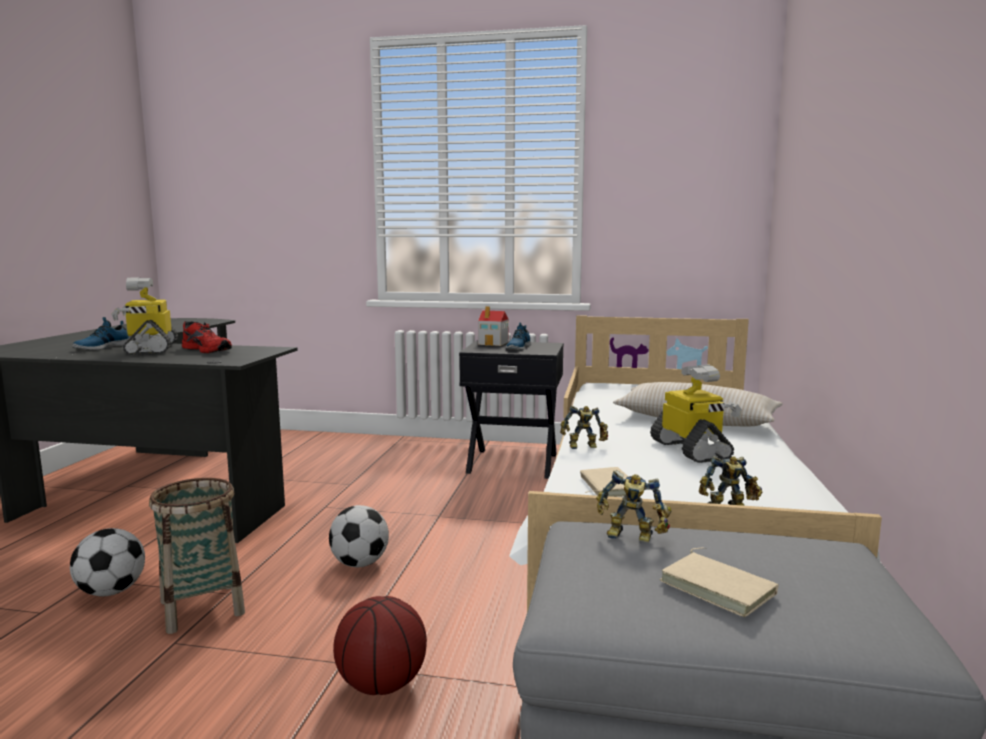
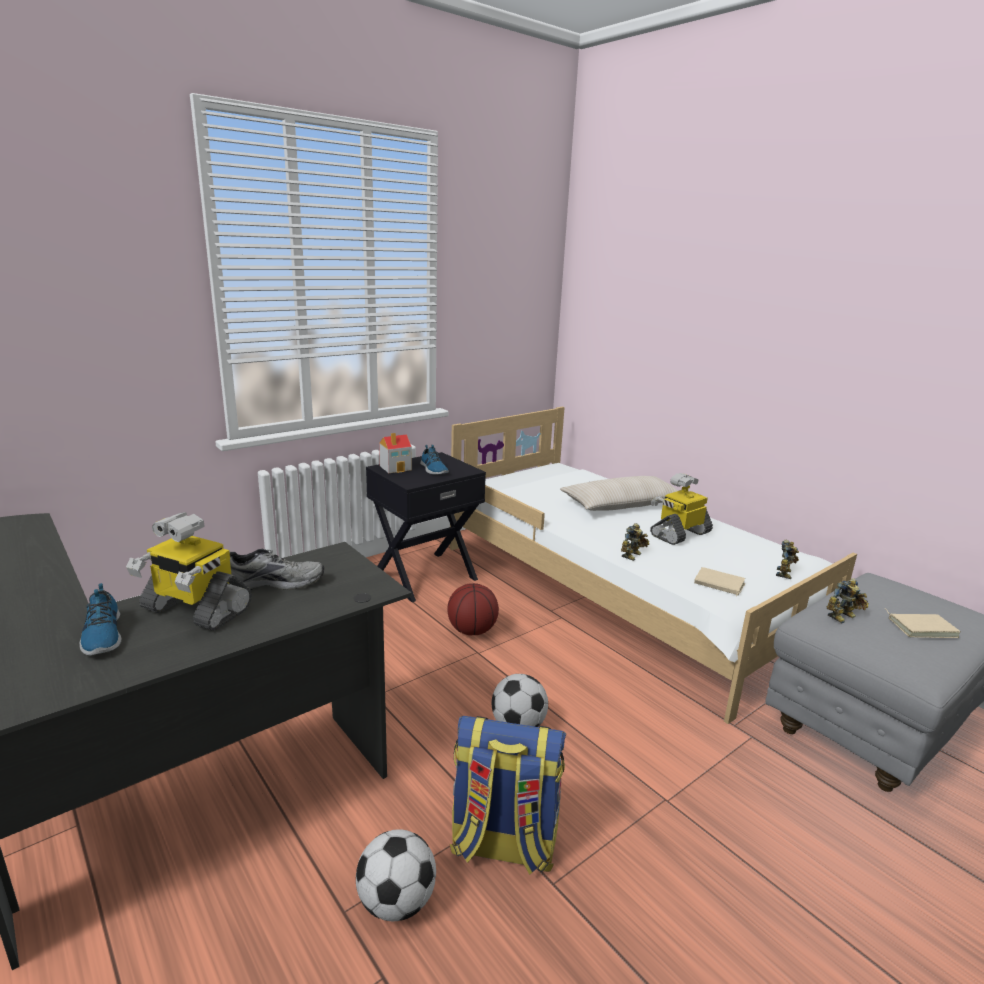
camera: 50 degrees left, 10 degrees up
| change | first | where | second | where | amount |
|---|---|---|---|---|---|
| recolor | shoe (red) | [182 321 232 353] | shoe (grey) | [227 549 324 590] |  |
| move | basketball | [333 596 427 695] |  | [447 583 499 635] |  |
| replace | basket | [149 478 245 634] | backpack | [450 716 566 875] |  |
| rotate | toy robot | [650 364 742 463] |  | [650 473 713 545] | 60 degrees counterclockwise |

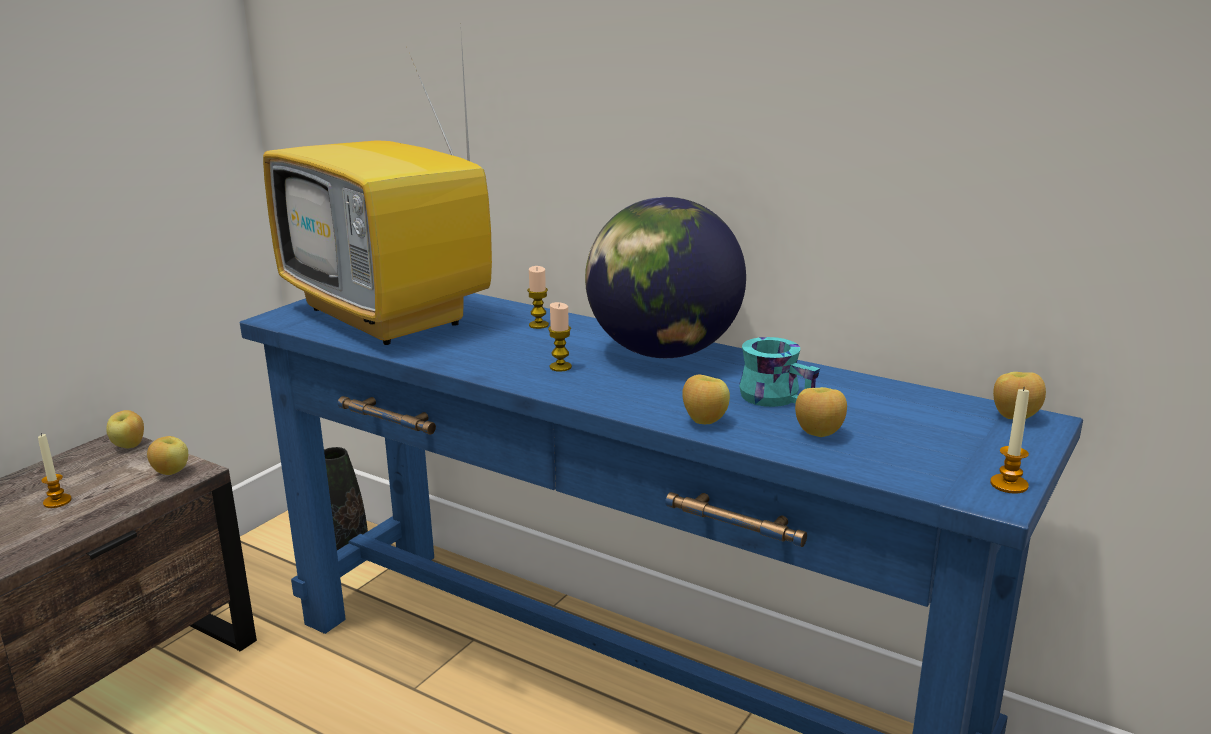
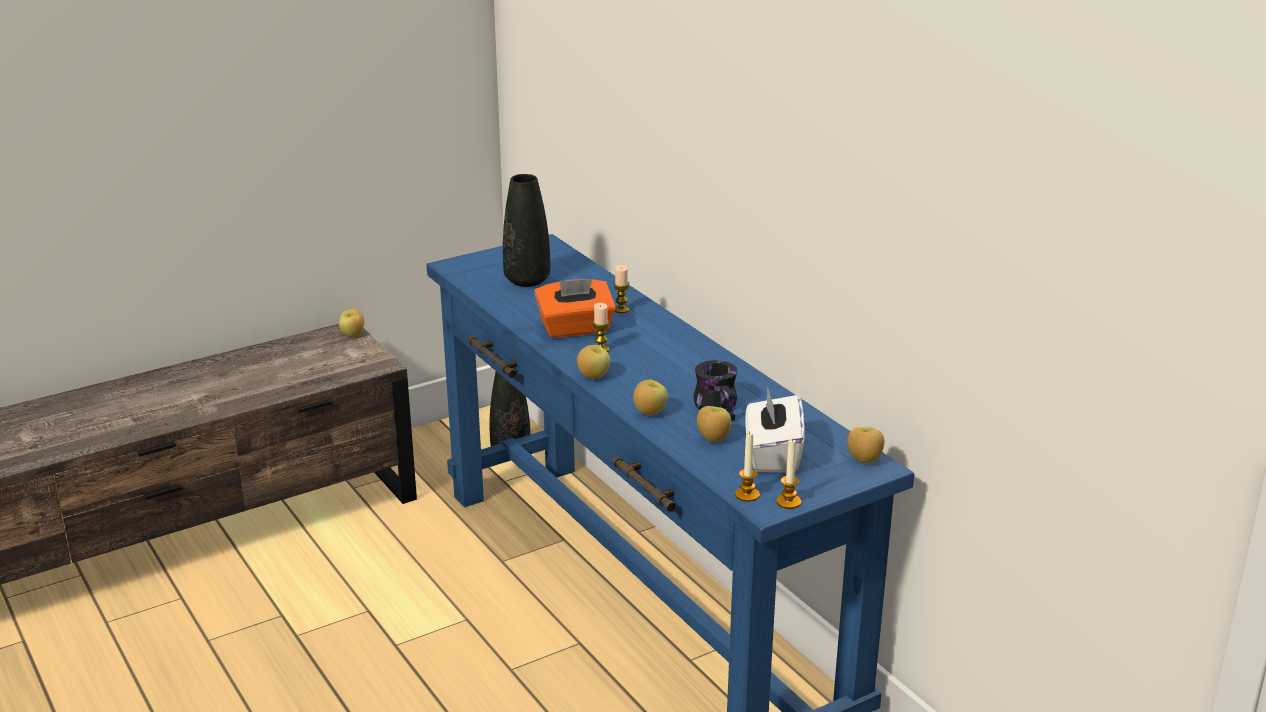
camera: 25 degrees right, 5 degrees up
| change | first | where | second | where | amount |
|---|---|---|---|---|---|
| replace | television | [263 21 492 345] | vase (black) | [503 174 550 287] |  |
| insert |  |  | tissue box (orange) | [534 279 616 338] |  |
| move | apple | [147 436 188 475] |  | [577 345 610 379] |  |
| recolor | mug (turquoise) | [739 337 820 407] | mug (black) | [694 360 738 421] |  |
| move | candle | [38 433 72 508] |  | [735 432 760 502] |  |
| insert |  |  | tissue box (white) | [746 387 805 473] |  |
| delete | globe | [585 197 746 358] |  |  |  |

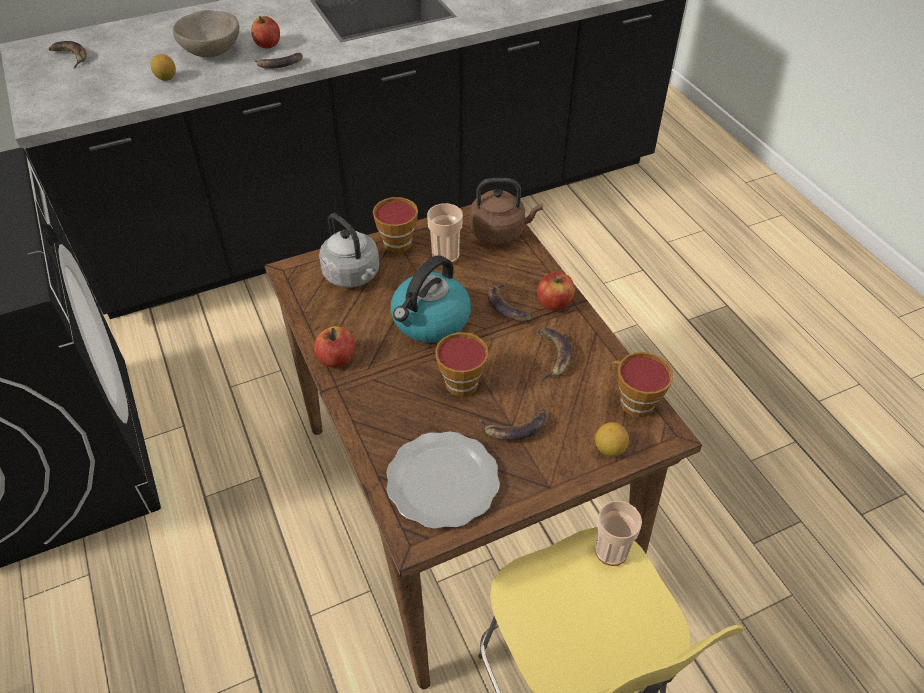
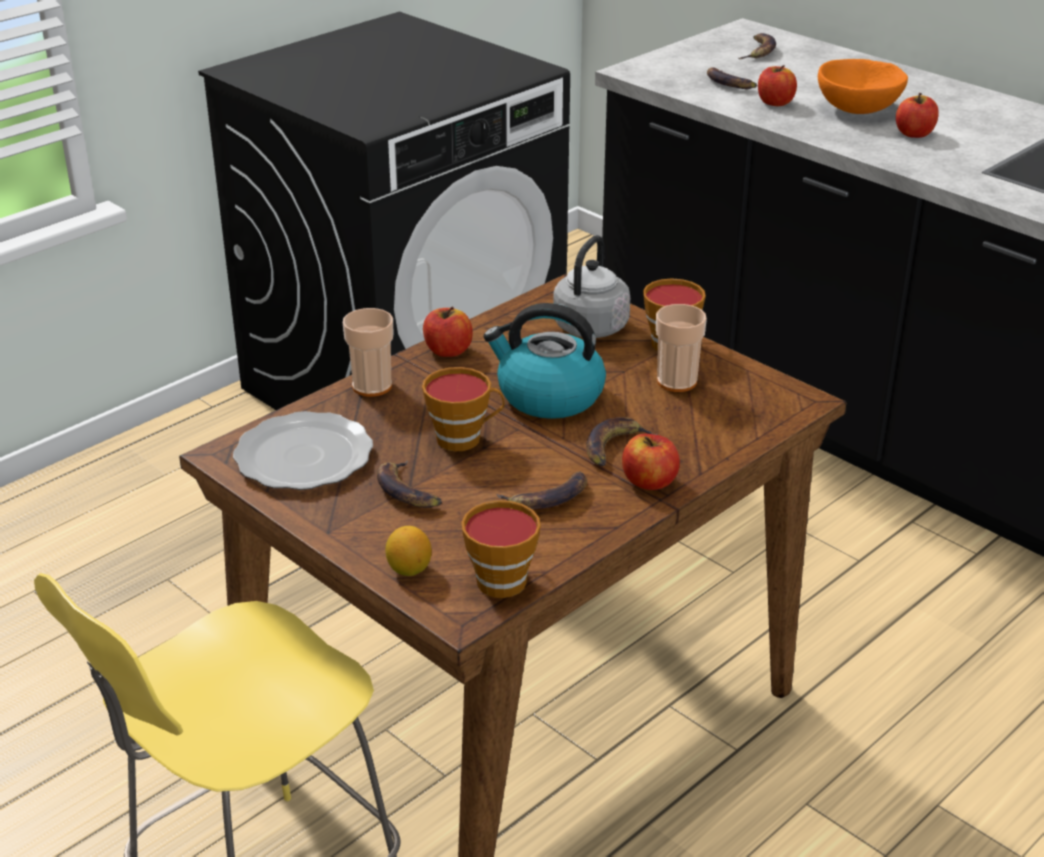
camera: 70 degrees right, 15 degrees down
| change | first | where | second | where | amount |
|---|---|---|---|---|---|
| move | cup | [595 501 642 566] |  | [343 308 393 397] |  |
| move | banana | [255 53 303 69] |  | [707 67 757 89] |  |
| replace | lemon | [151 54 176 81] | apple | [758 65 797 106] |  |
| recolor | bowl (beige) | [173 10 239 57] | bowl (orange) | [818 59 908 114] |  |
| delete | kettle (brown) | [469 178 543 245] |  |  |  |

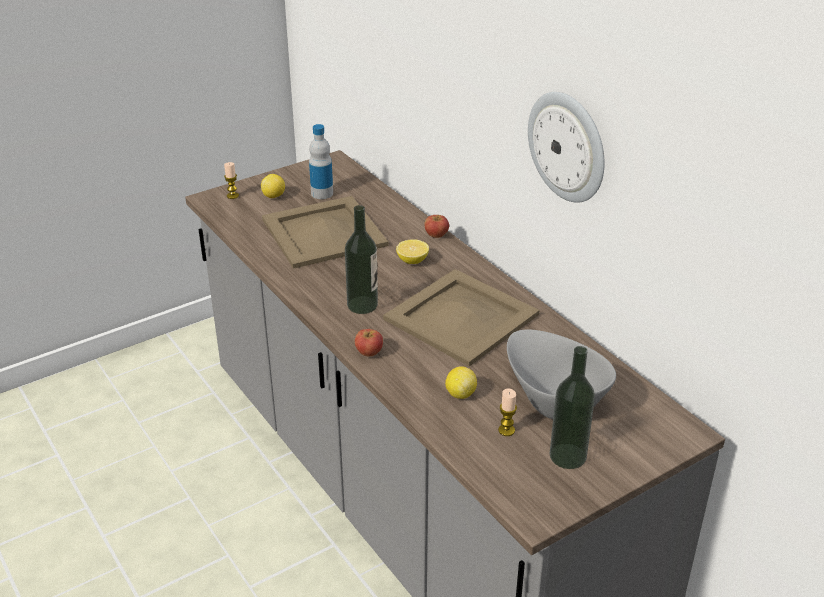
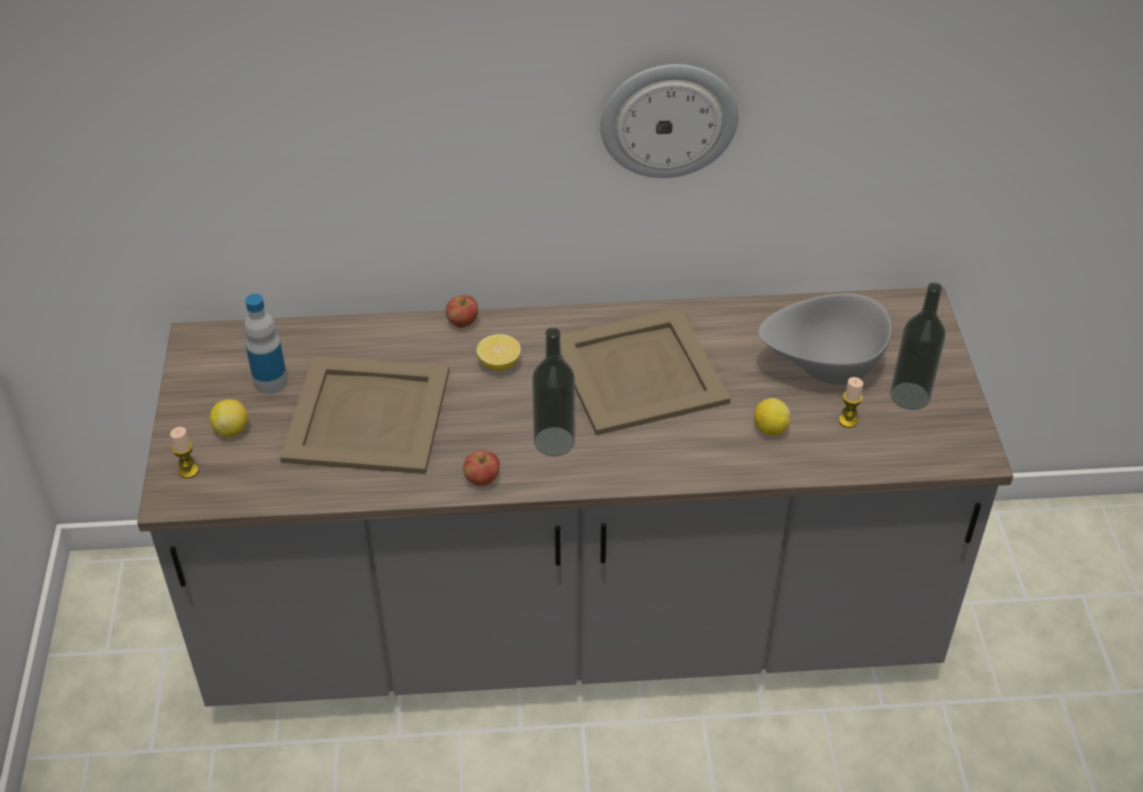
camera: 60 degrees left, 10 degrees up
| change | first | where | second | where | amount |
|---|---|---|---|---|---|
| move | apple | [355 329 383 356] |  | [463 450 500 486] |  |

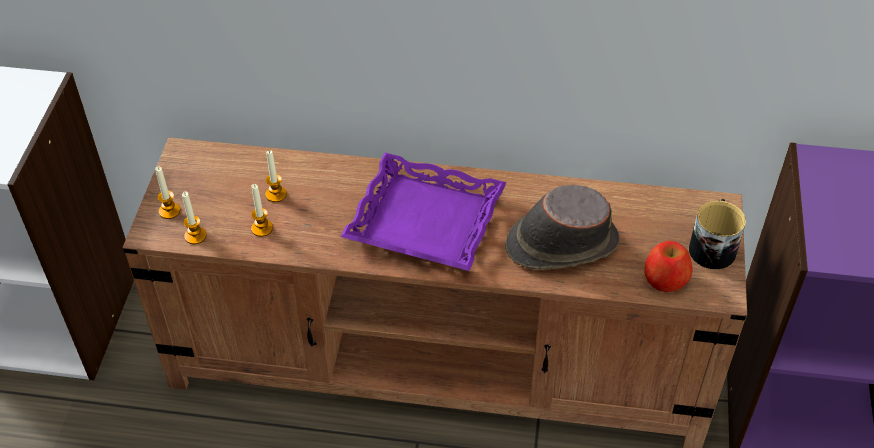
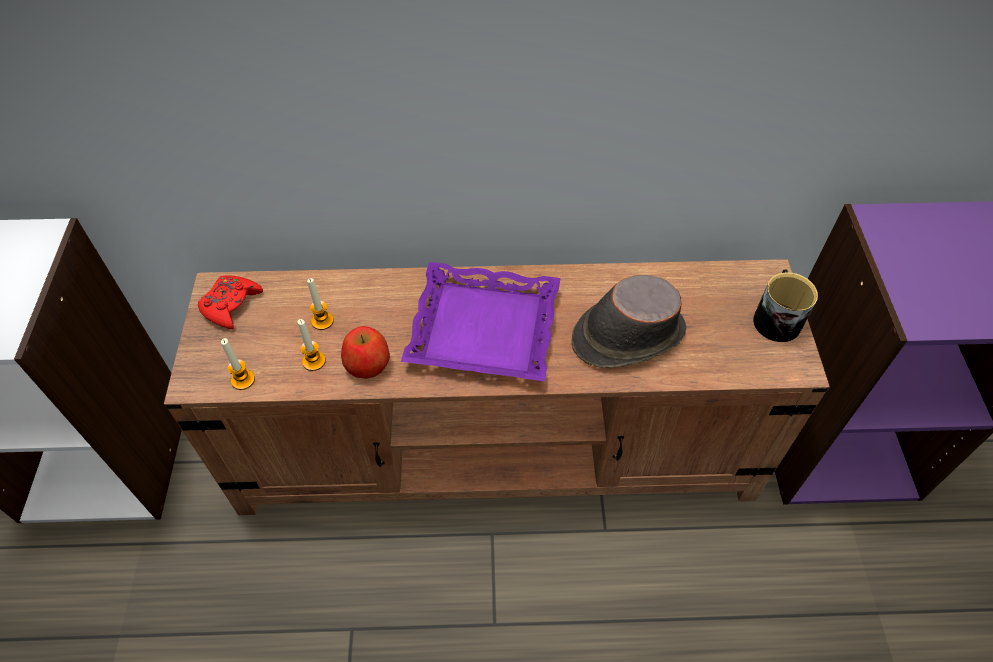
camera: 10 degrees left, 5 degrees up
| change | first | where | second | where | amount |
|---|---|---|---|---|---|
| insert |  |  | game controller (red) | [198 275 263 329] |  |
| move | apple | [644 241 692 292] |  | [341 326 390 379] |  |
| delete | candle | [155 166 181 219] |  |  |  |

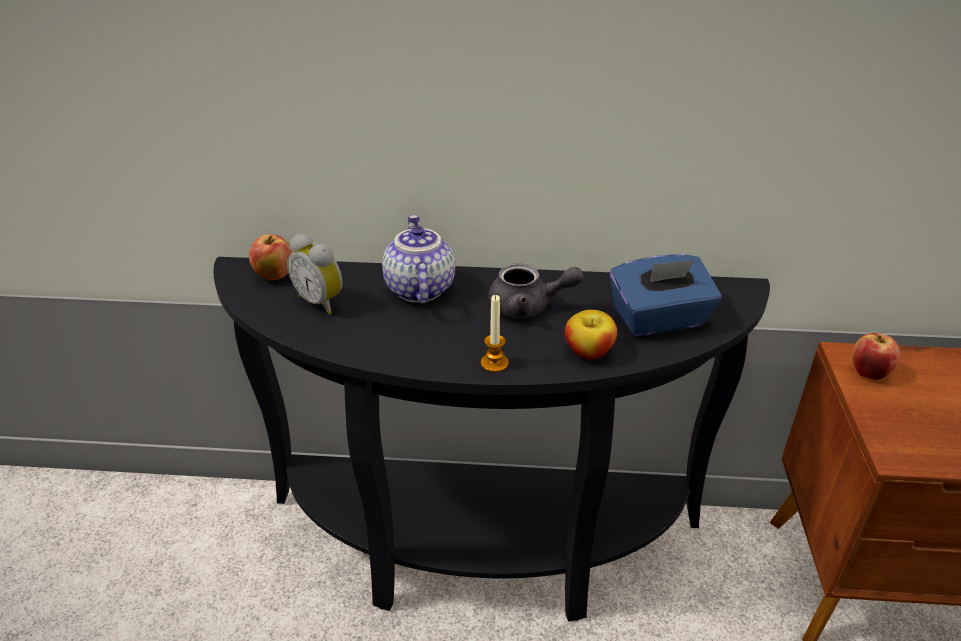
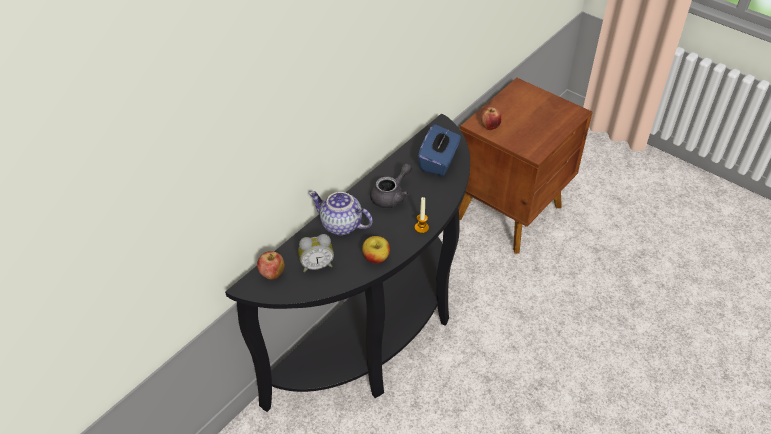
camera: 55 degrees left, 10 degrees up
| change | first | where | second | where | amount |
|---|---|---|---|---|---|
| move | apple | [565 310 617 360] |  | [362 236 390 264] |  |

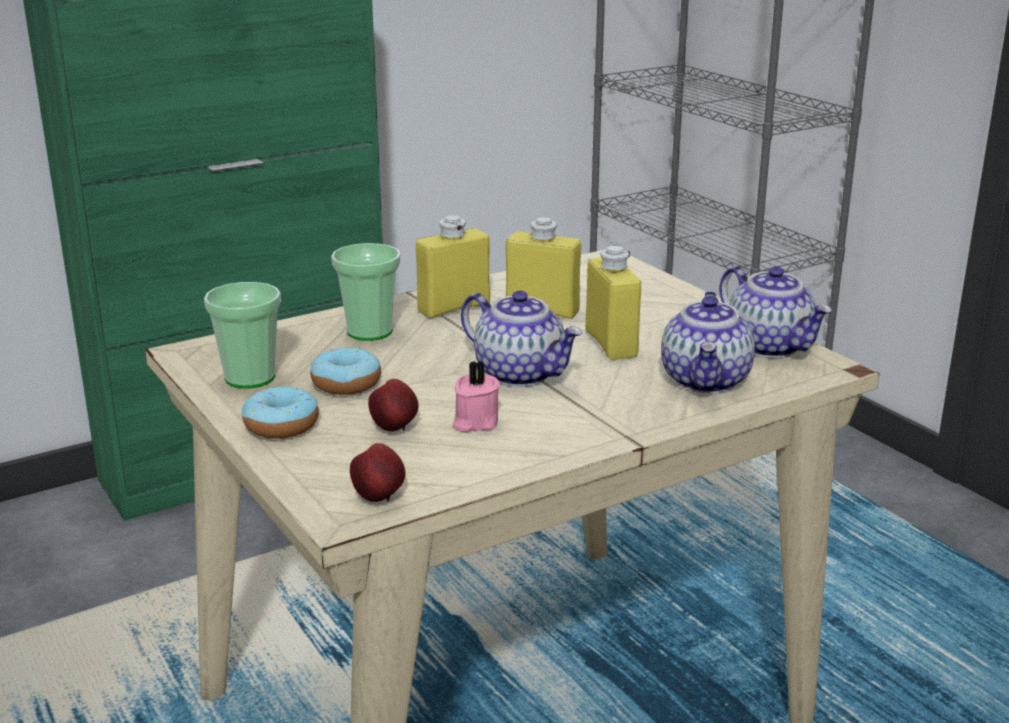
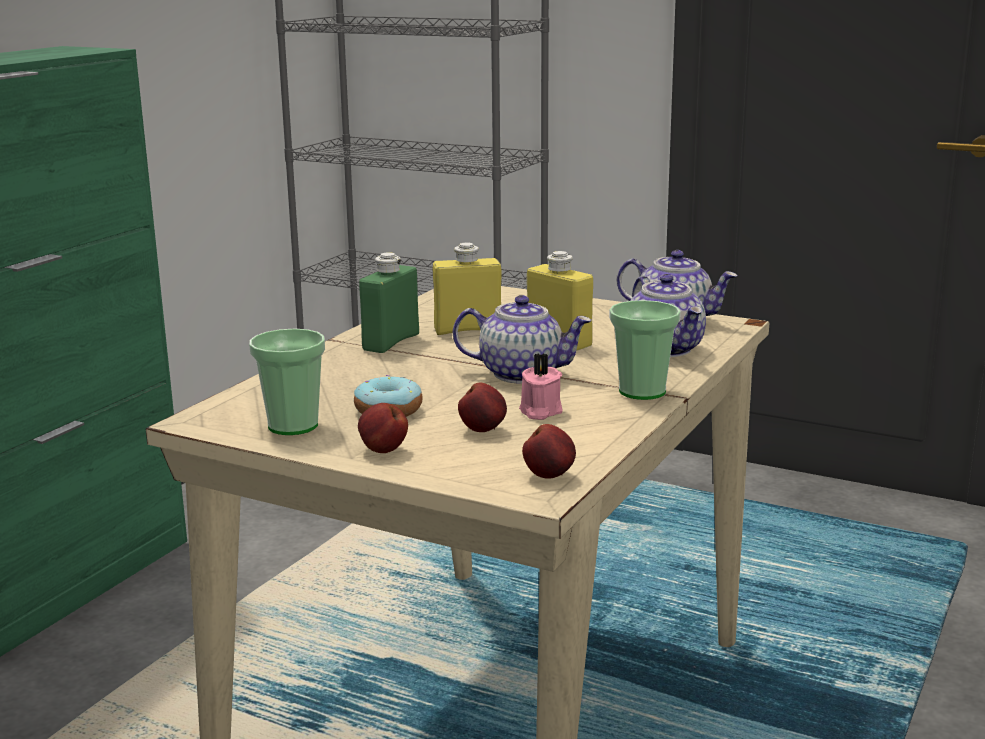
camera: 30 degrees left, 5 degrees down
| change | first | where | second | where | amount |
|---|---|---|---|---|---|
| replace | donut | [242 386 319 439] | apple | [358 403 408 453] |  |
| recolor | bottle (yellow) | [416 215 490 318] | bottle (green) | [359 252 419 353] |  |
| move | cup | [331 243 401 341] |  | [609 300 681 400] |  |

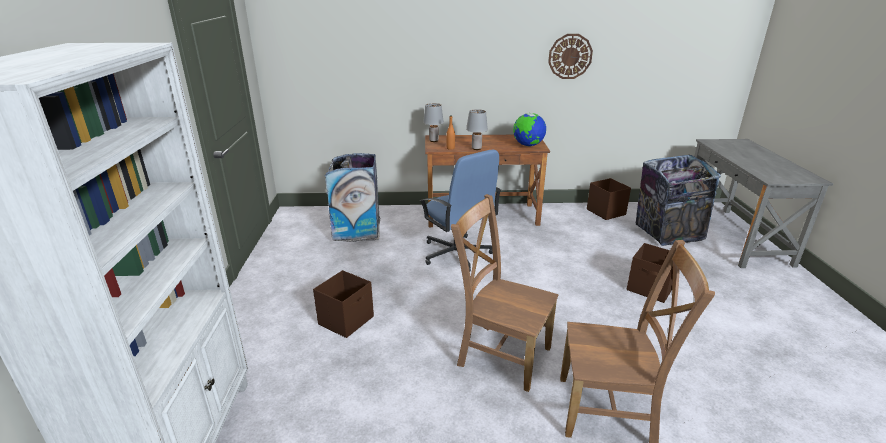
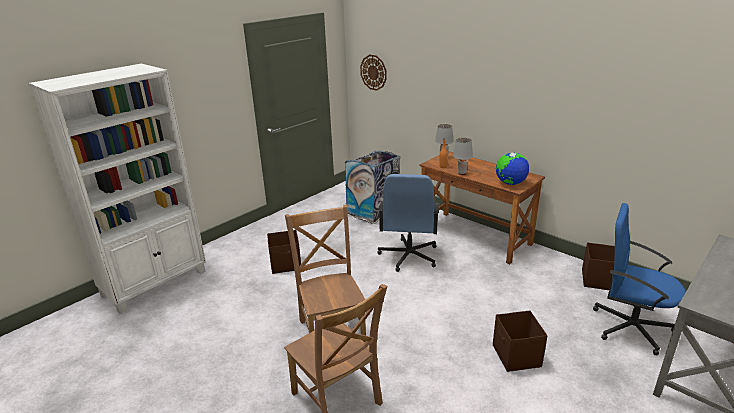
camera: 45 degrees right, 0 degrees up
| change | first | where | second | where | amount |
|---|---|---|---|---|---|
| move | wall clock | [548 34 593 79] |  | [360 55 387 91] |  |
| replace | trash can | [635 155 721 246] | office chair (blue) | [593 203 686 355] |  |

